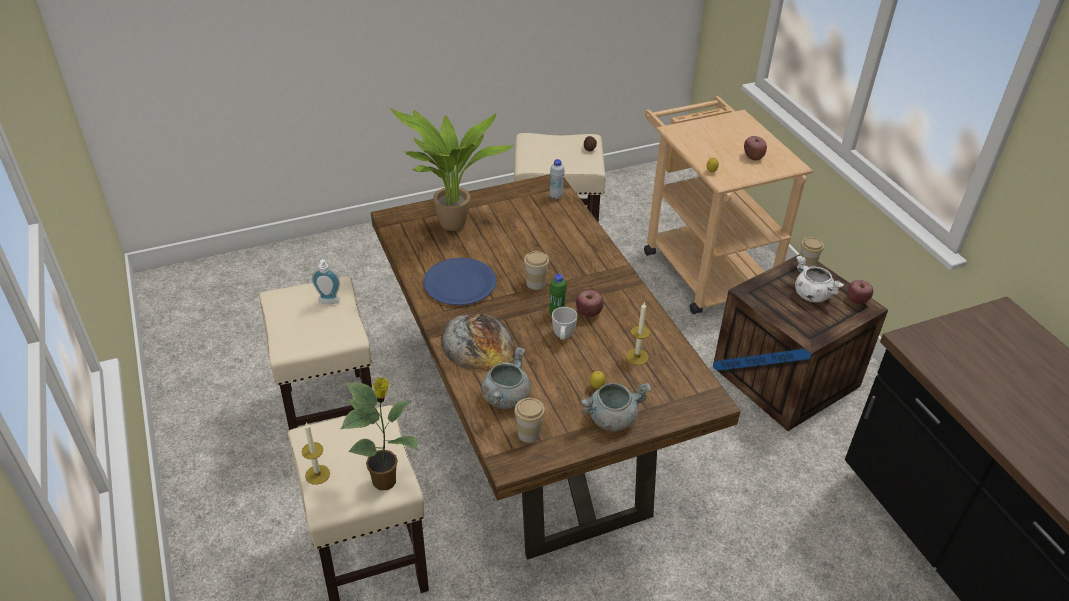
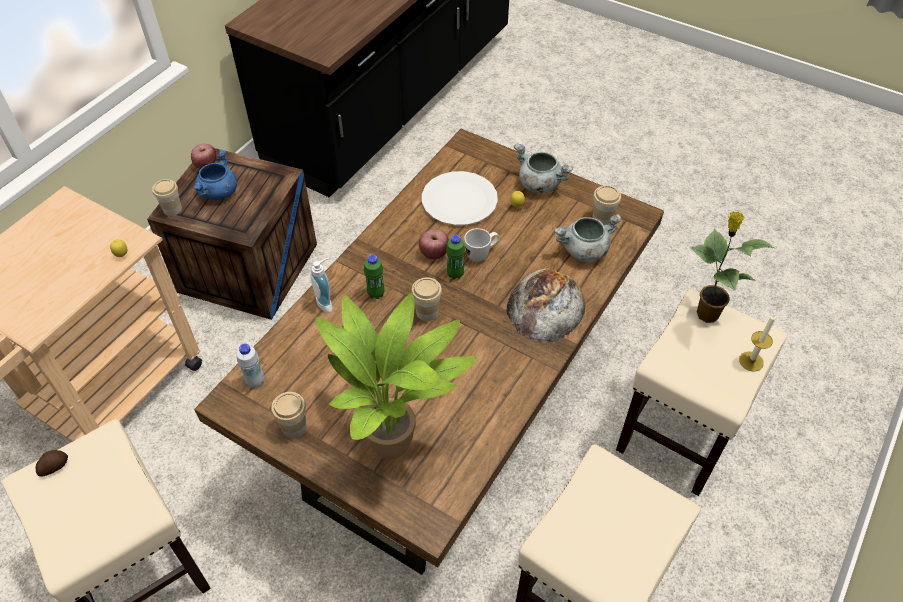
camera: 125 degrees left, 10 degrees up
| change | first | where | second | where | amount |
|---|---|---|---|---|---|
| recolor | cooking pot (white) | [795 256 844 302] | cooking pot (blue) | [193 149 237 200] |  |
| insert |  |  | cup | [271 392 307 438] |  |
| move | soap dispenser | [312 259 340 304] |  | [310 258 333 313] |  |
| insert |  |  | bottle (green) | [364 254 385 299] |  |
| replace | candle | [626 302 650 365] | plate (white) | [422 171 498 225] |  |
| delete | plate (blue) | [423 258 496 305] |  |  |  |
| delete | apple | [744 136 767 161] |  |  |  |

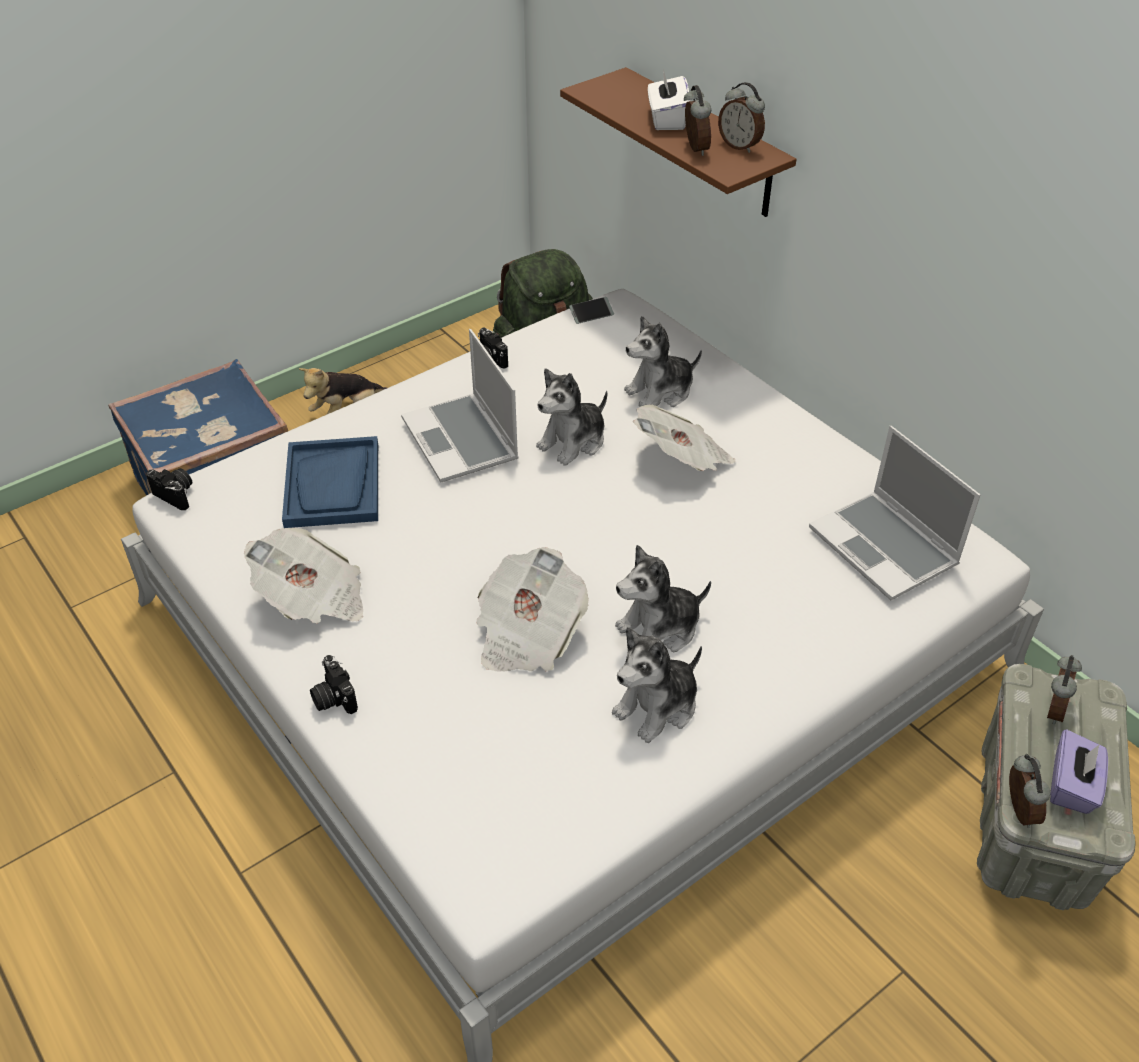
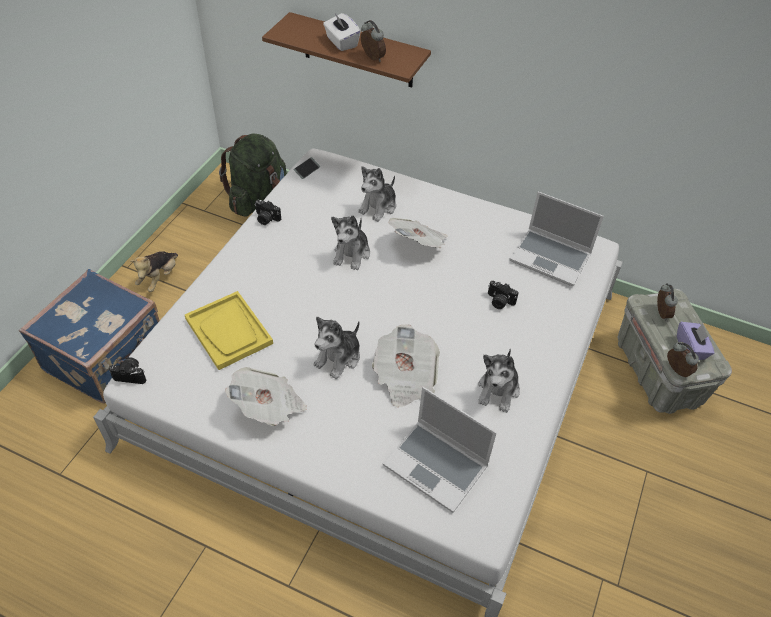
camera: 30 degrees left, 5 degrees up
| change | first | where | second | where | amount |
|---|---|---|---|---|---|
| recolor | tray (blue) | [282 436 378 528] | tray (yellow) | [185 291 273 370] |  |
| move | plush toy | [615 545 711 652] |  | [314 317 360 379] |  |
| move | laptop | [401 329 519 482] |  | [383 387 497 513] |  |
| move | photo camera | [310 655 358 714] |  | [488 281 518 309] |  |
| delete | alarm clock | [718 82 765 153] |  |  |  |

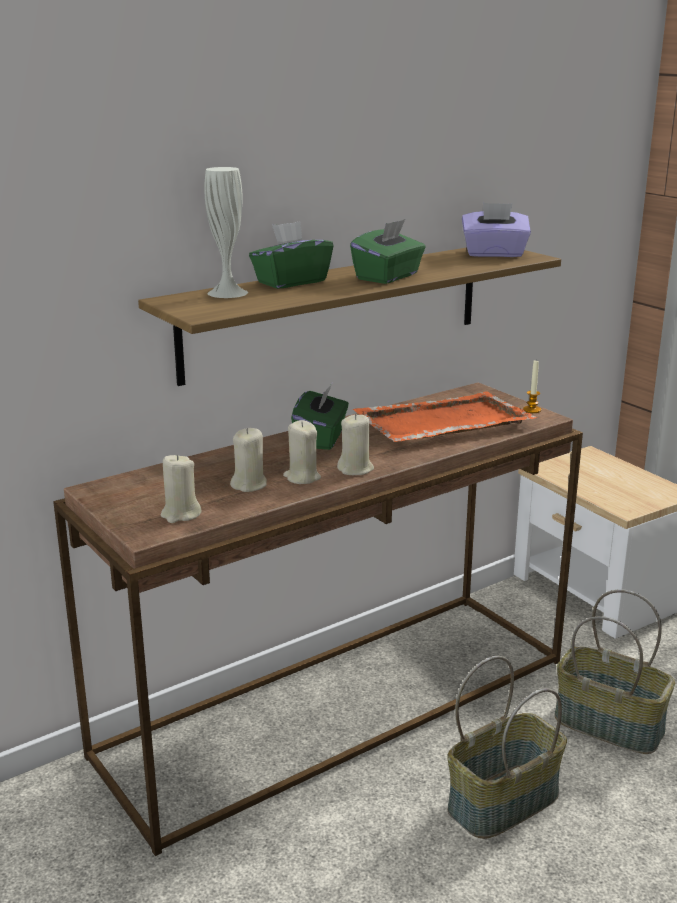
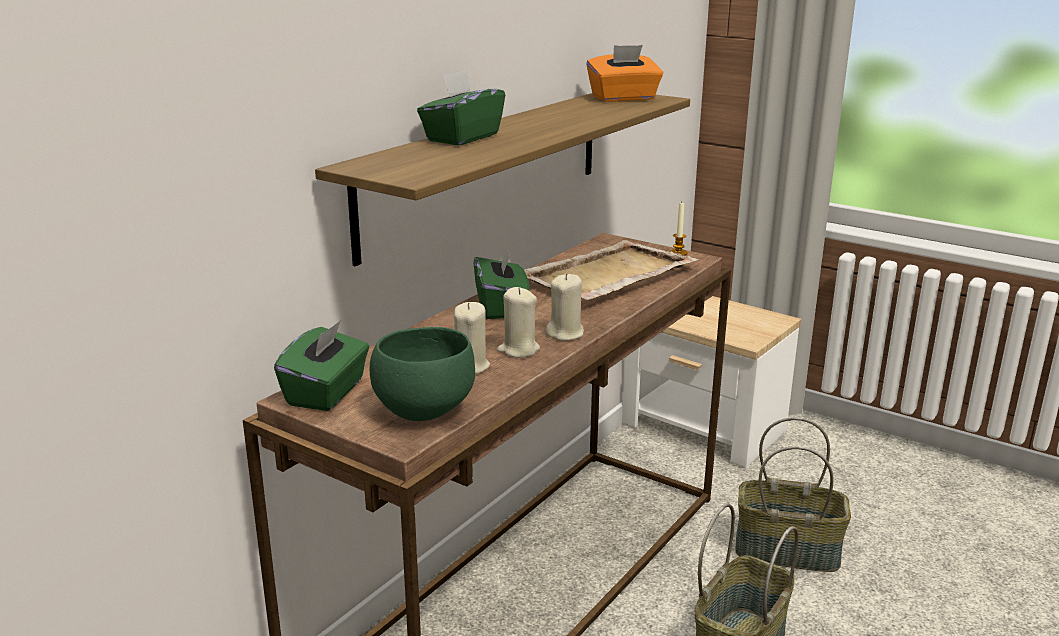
camera: 20 degrees left, 0 degrees up
| change | first | where | second | where | amount |
|---|---|---|---|---|---|
| move | tissue box (green) | [350 219 426 284] |  | [274 320 369 411] |  |
| replace | candle (beige) | [161 454 201 523] | bowl (green) | [370 327 475 421] |  |
| recolor | tray (orange) | [353 391 537 442] | tray (beige) | [524 240 698 300] |  |
| recolor | tissue box (purple) | [462 203 531 257] | tissue box (orange) | [586 45 663 102] |  |
| delete | vase (white) | [204 167 248 298] |  |  |  |

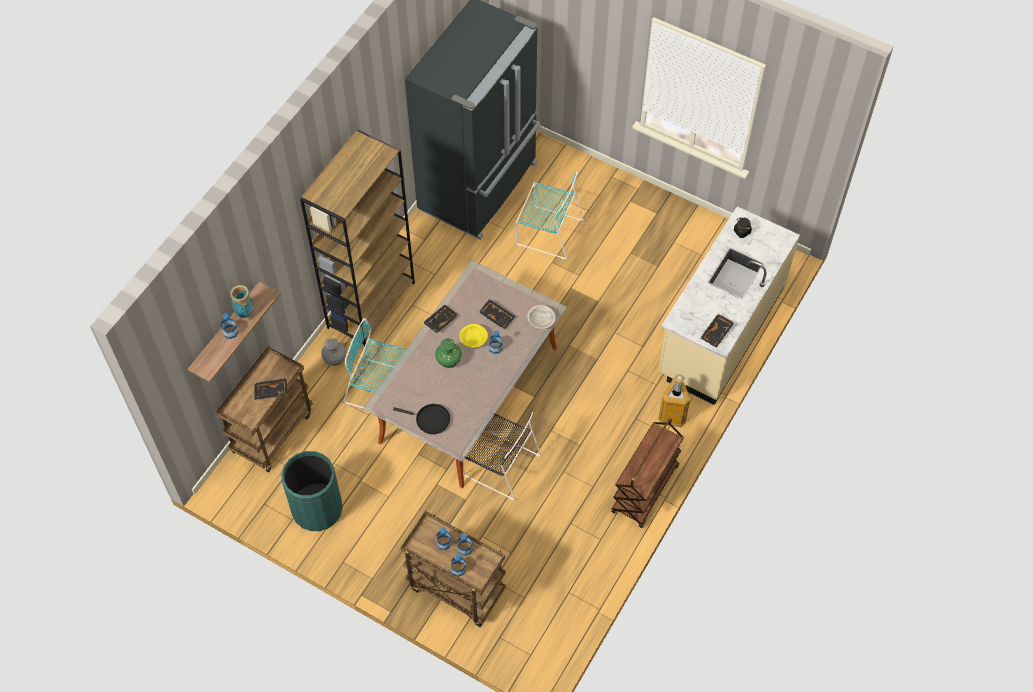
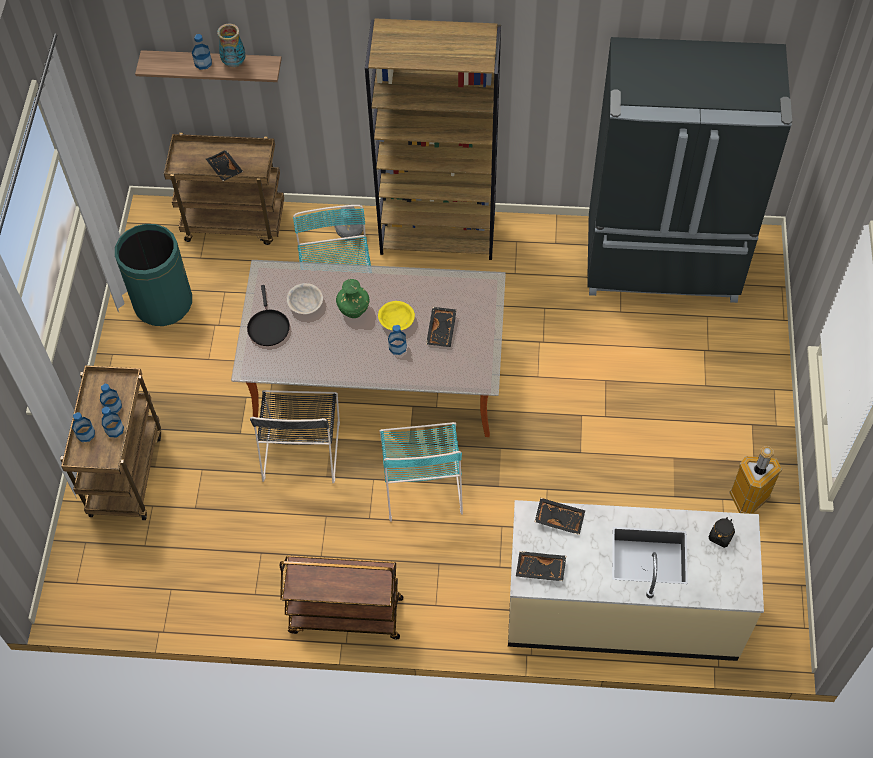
camera: 65 degrees right, 0 degrees up
| change | first | where | second | where | amount |
|---|---|---|---|---|---|
| move | bowl (beige) | [527 305 556 329] |  | [287 283 323 314] |  |
| move | chair (turquoise) | [516 171 583 259] |  | [380 422 463 522] |  |
| move | tray (black) | [423 305 458 333] |  | [535 498 585 535] |  |
| move | trash can | [658 374 690 427] |  | [729 446 782 514] |  |

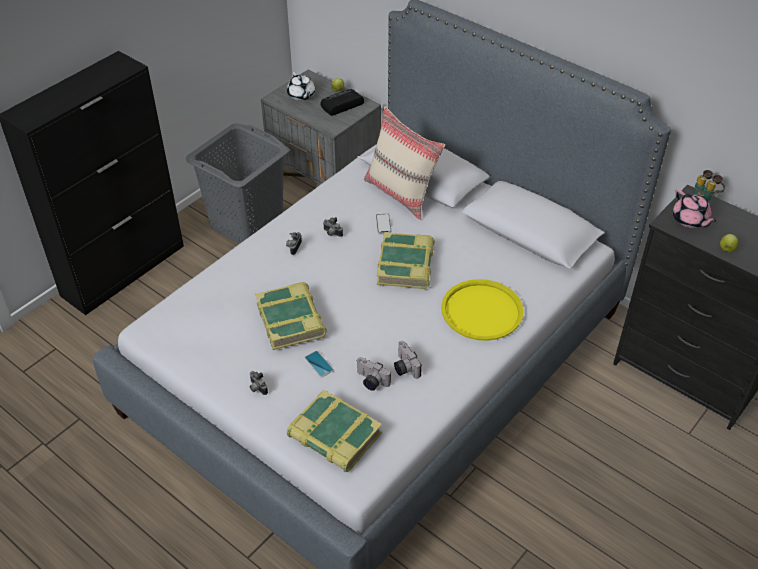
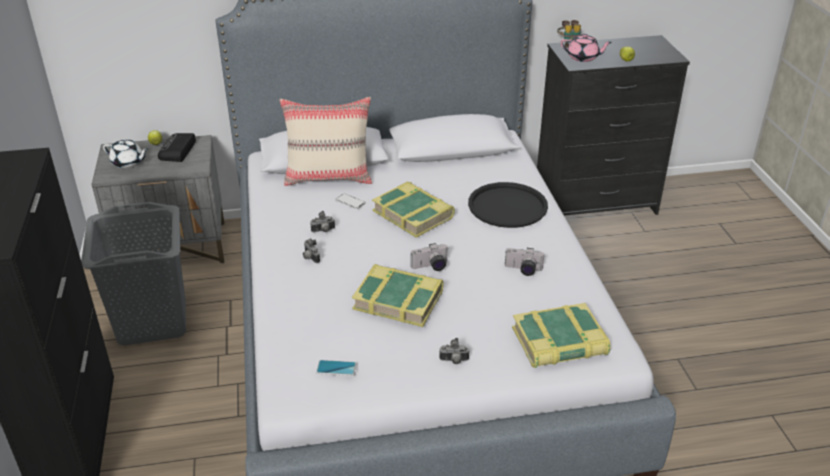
camera: 50 degrees left, 10 degrees down
| change | first | where | second | where | amount |
|---|---|---|---|---|---|
| move | phone | [304 351 334 377] |  | [316 360 356 376] |  |
| move | photo camera | [357 357 391 391] |  | [411 243 448 271] |  |
| recolor | tray (yellow) | [441 279 524 341] | tray (black) | [468 182 548 228] |  |

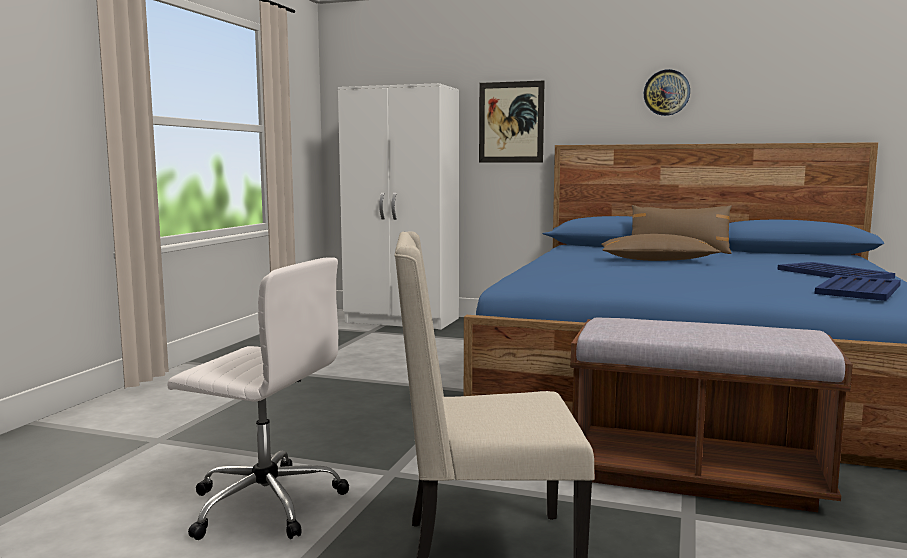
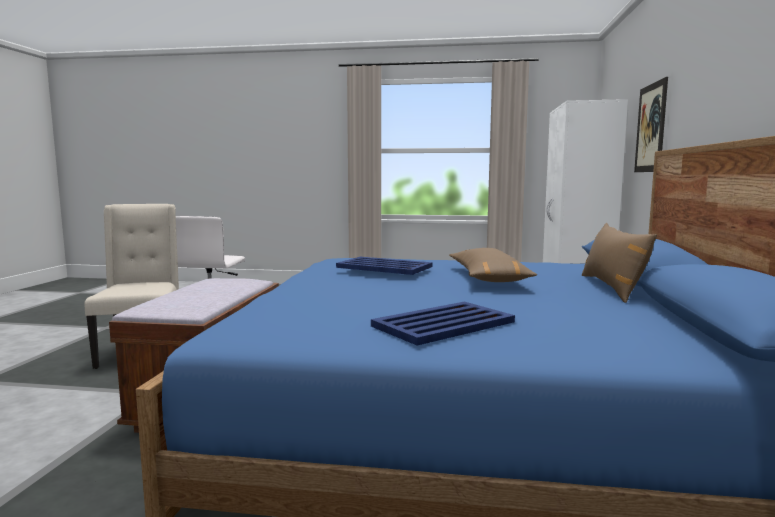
camera: 80 degrees right, 0 degrees up
| change | first | where | second | where | amount |
|---|---|---|---|---|---|
| move | tray (blue) | [814 275 901 301] |  | [336 257 432 275] |  |
| delete | wall clock | [644 69 690 116] |  |  |  |

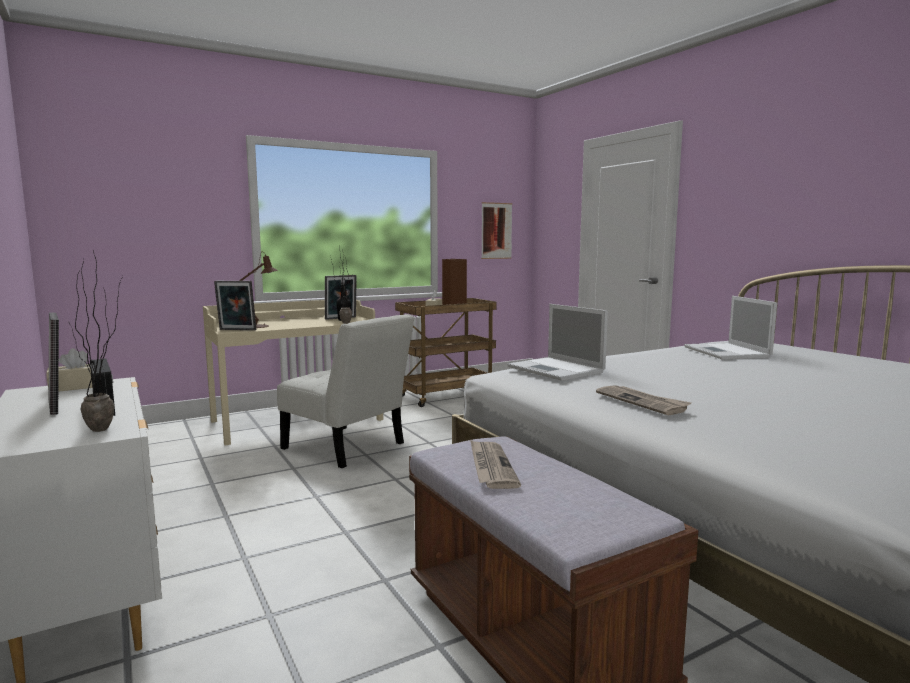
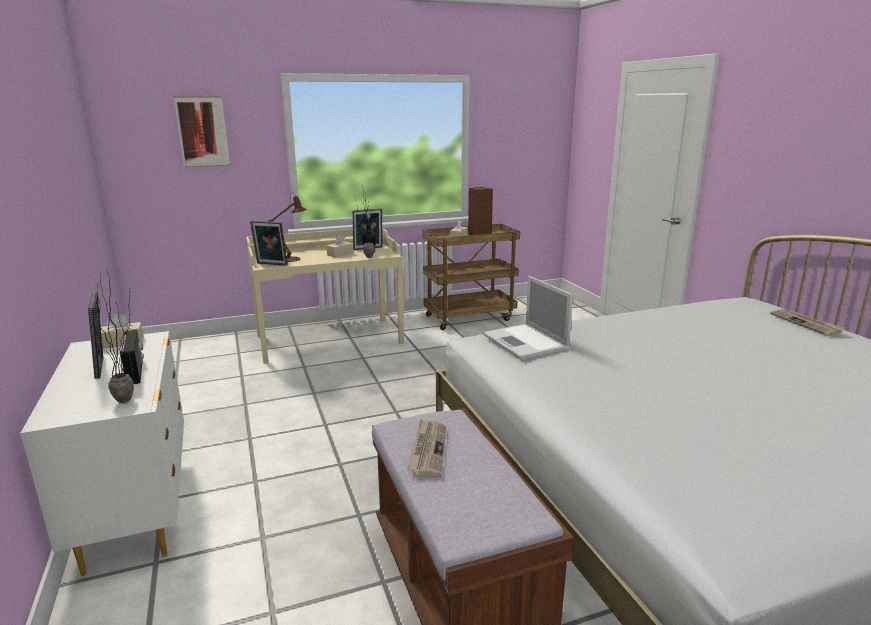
camera: 10 degrees right, 10 degrees up
| change | first | where | second | where | amount |
|---|---|---|---|---|---|
| move | picture | [481 202 512 259] |  | [174 96 230 168] |  |
| insert |  |  | tissue box (beige) | [327 235 353 258] |  |
| move | newspaper | [596 385 691 415] |  | [770 309 845 336] |  |
| delete | chair (white) | [277 314 414 468] |  |  |  |
| delete | laptop | [684 296 777 359] |  |  |  |

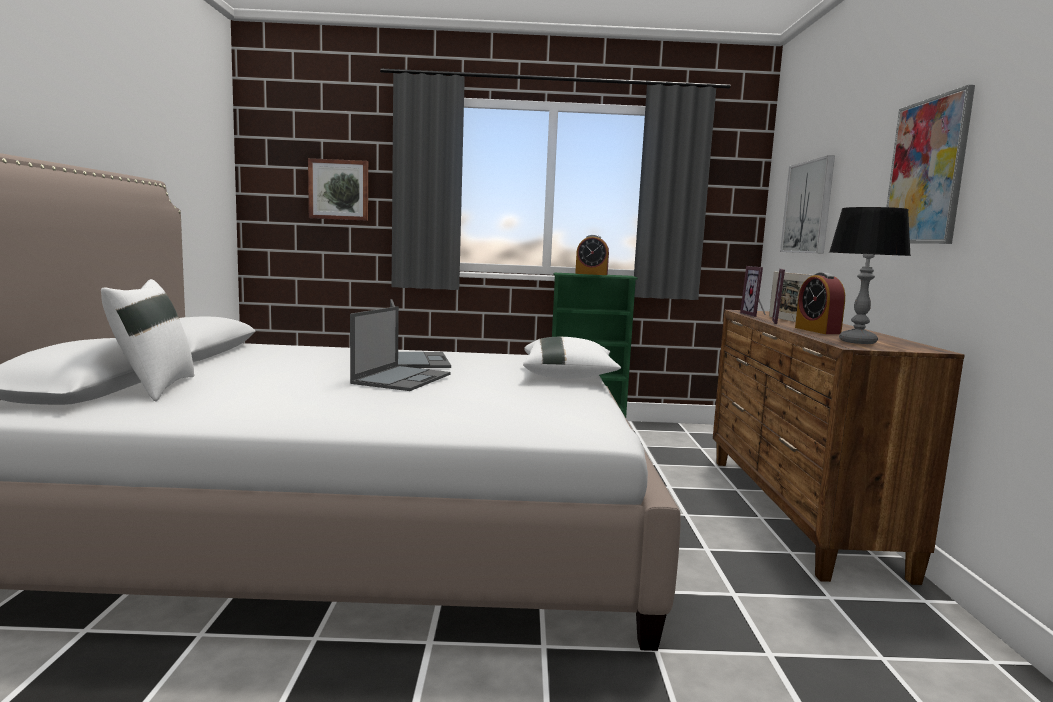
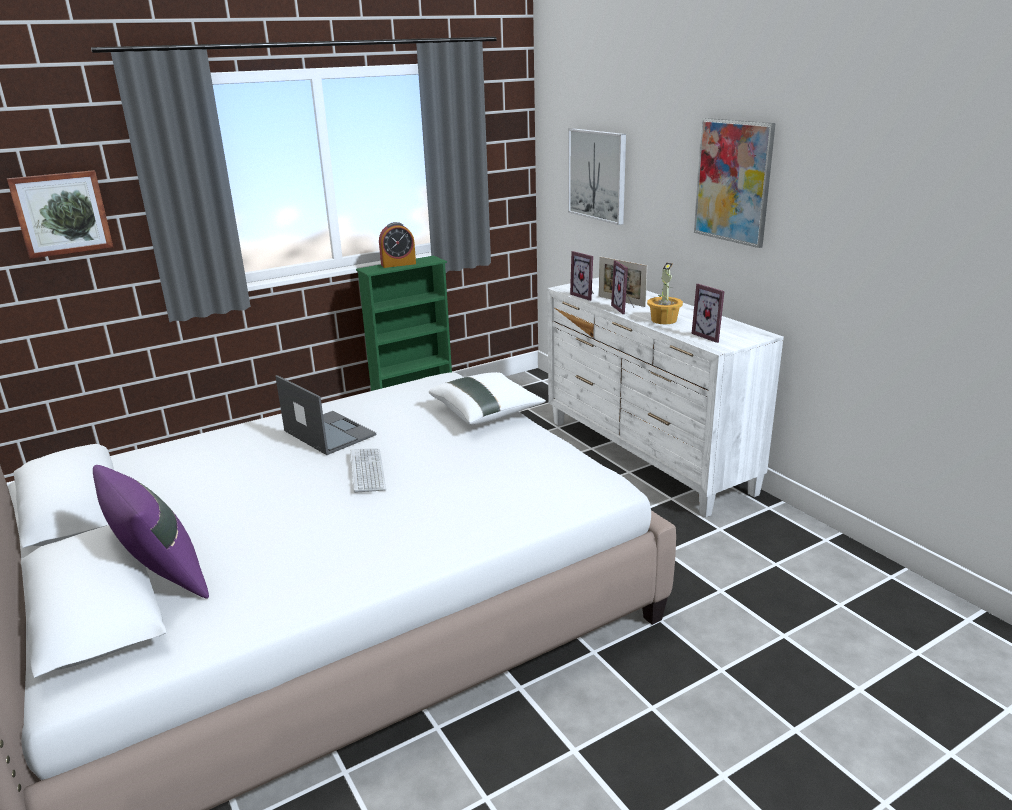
camera: 30 degrees left, 15 degrees up
| change | first | where | second | where | amount |
|---|---|---|---|---|---|
| recolor | pillow (white) | [101 279 194 401] | pillow (purple) | [93 465 209 599] |  |
| replace | laptop | [350 306 451 391] | keyboard | [350 448 386 493] |  |
| recolor | dresser (brown) | [713 310 965 585] | dresser (white) | [547 278 784 518] |  |
| replace | alarm clock | [795 272 845 334] | potted plant | [647 263 683 324] |  |
| replace | table lamp | [830 207 911 344] | picture frame | [692 284 724 343] |  |

